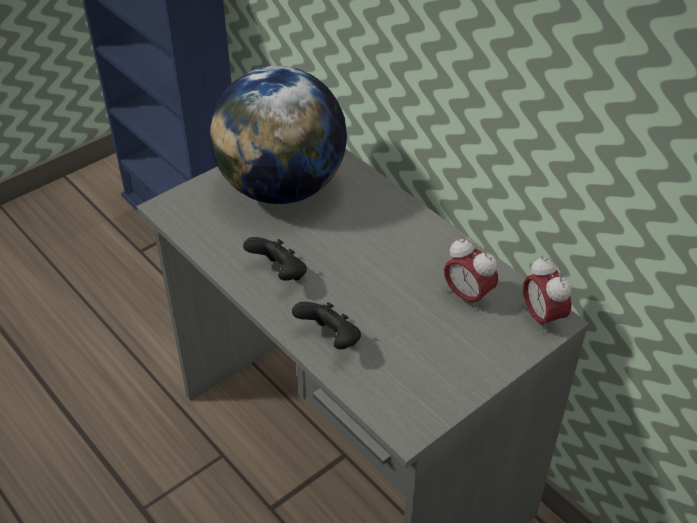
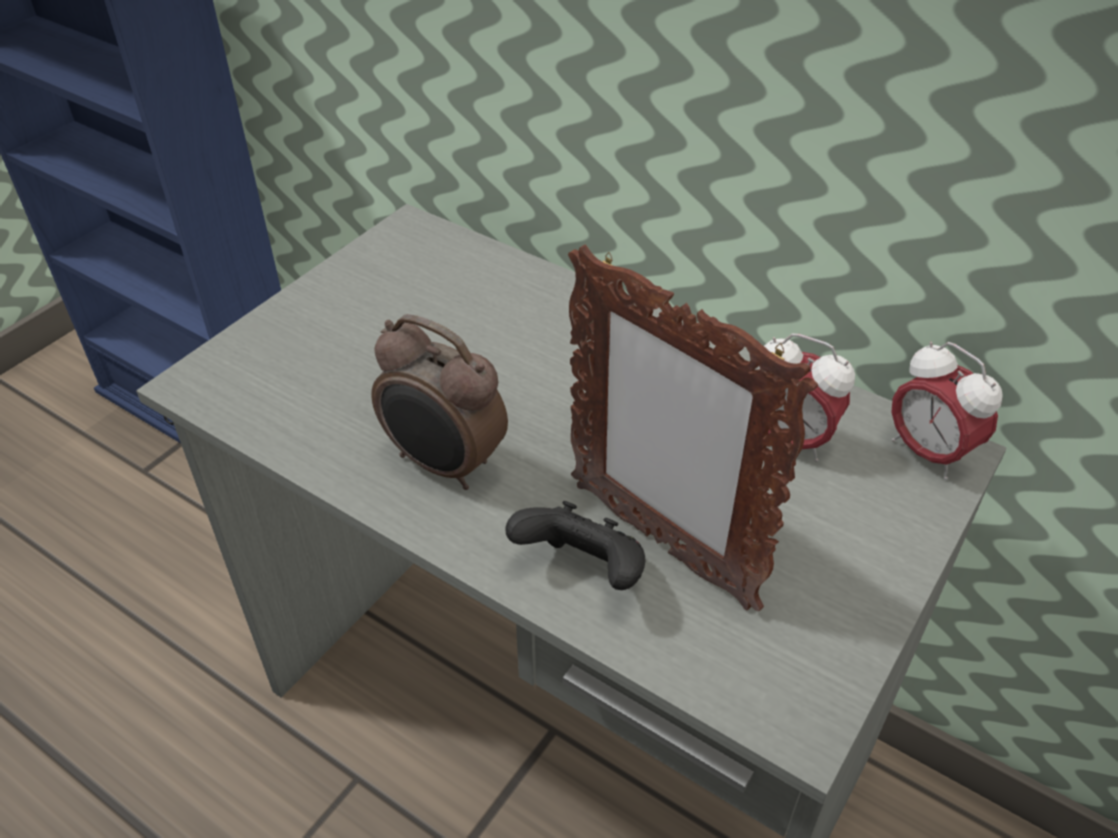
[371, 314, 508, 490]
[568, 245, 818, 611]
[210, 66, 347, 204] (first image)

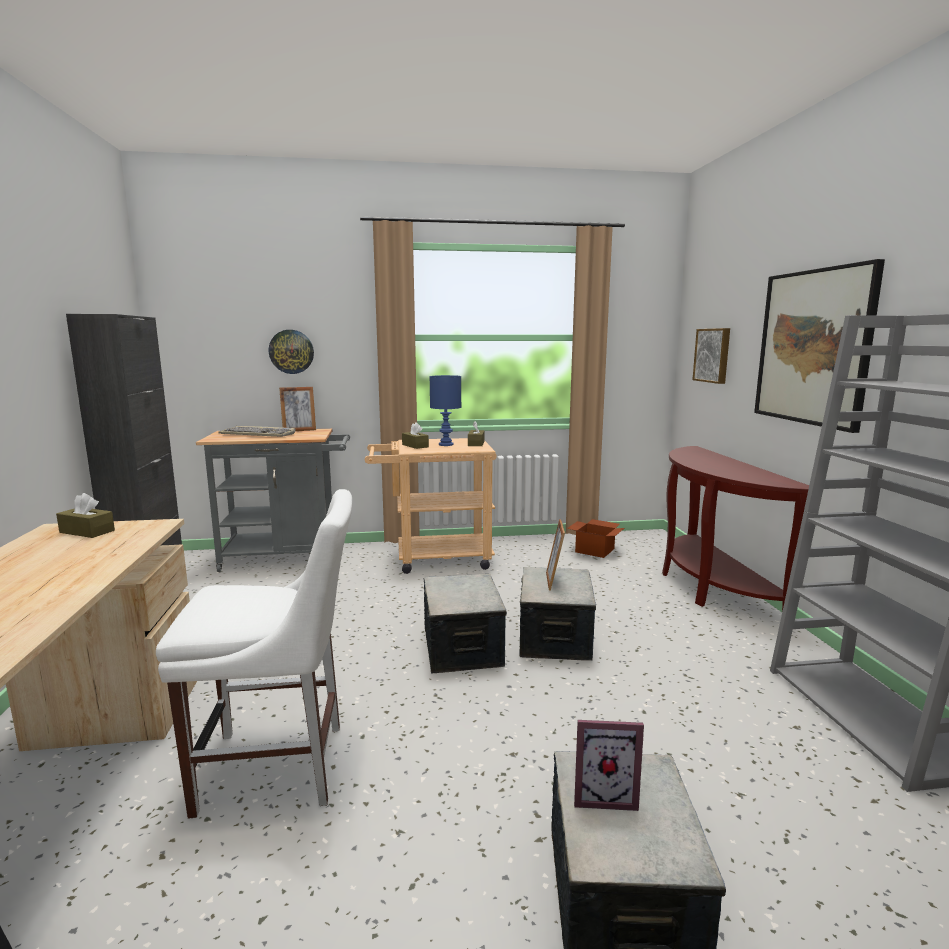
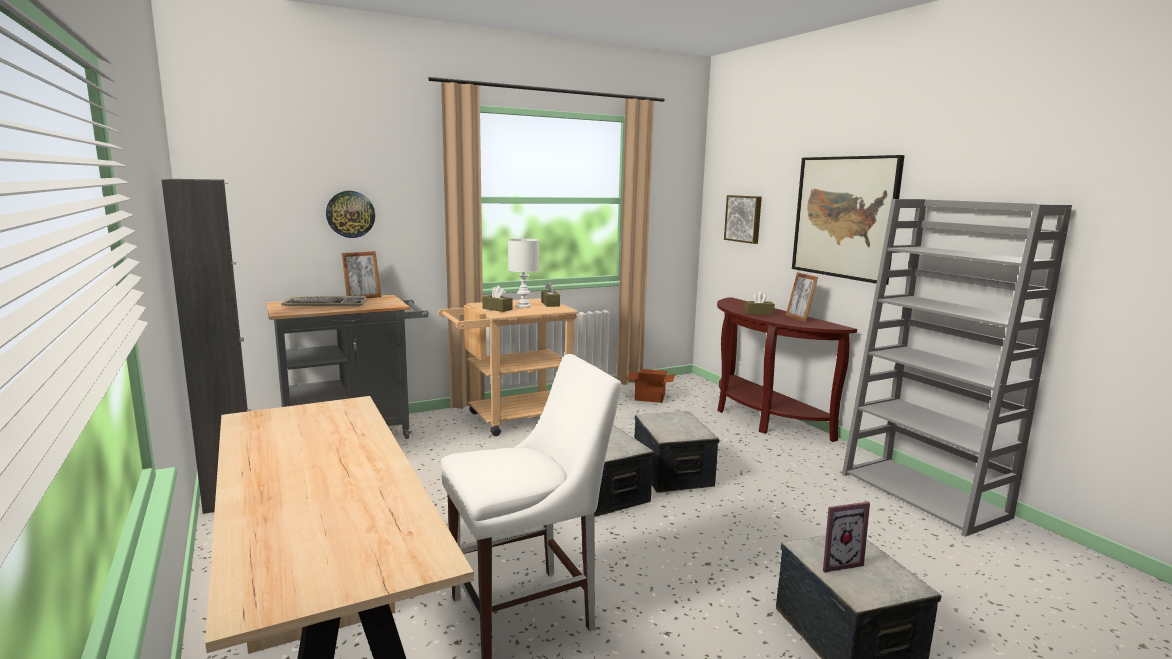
[508, 238, 539, 308]
[744, 291, 775, 315]
[786, 272, 818, 322]

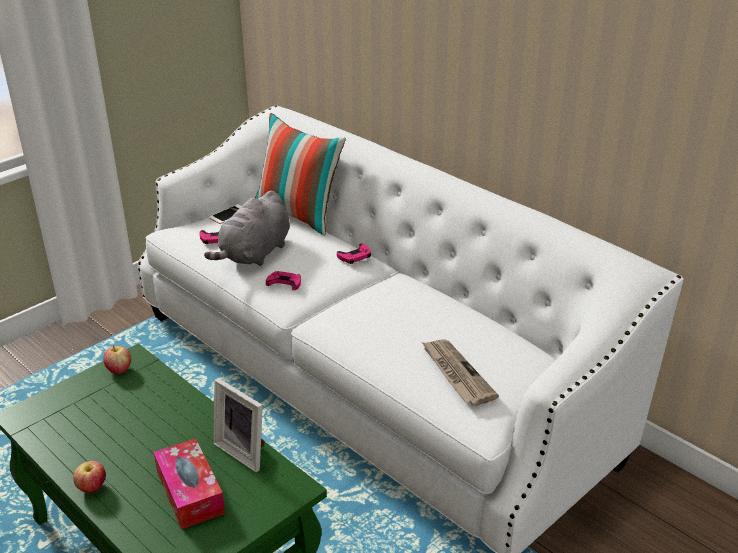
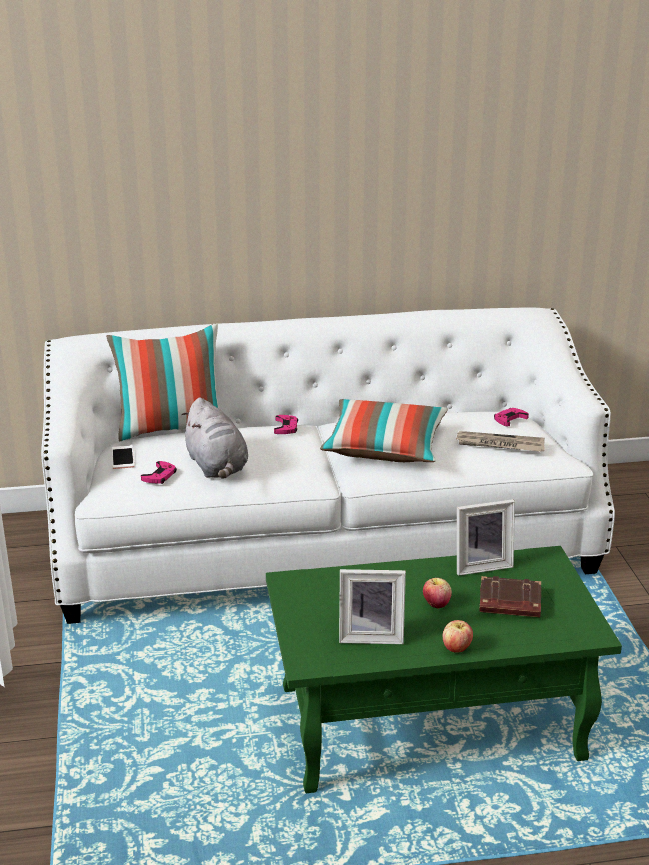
[320, 399, 448, 462]
[339, 569, 406, 644]
[423, 578, 452, 609]
[479, 576, 541, 617]
[494, 408, 529, 426]

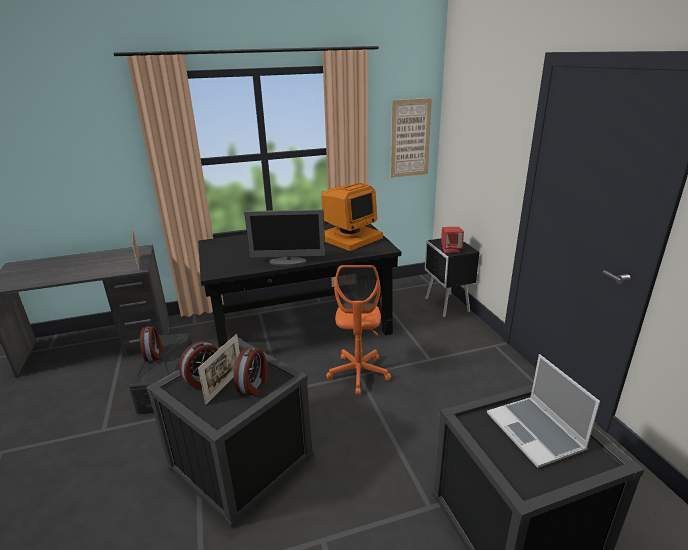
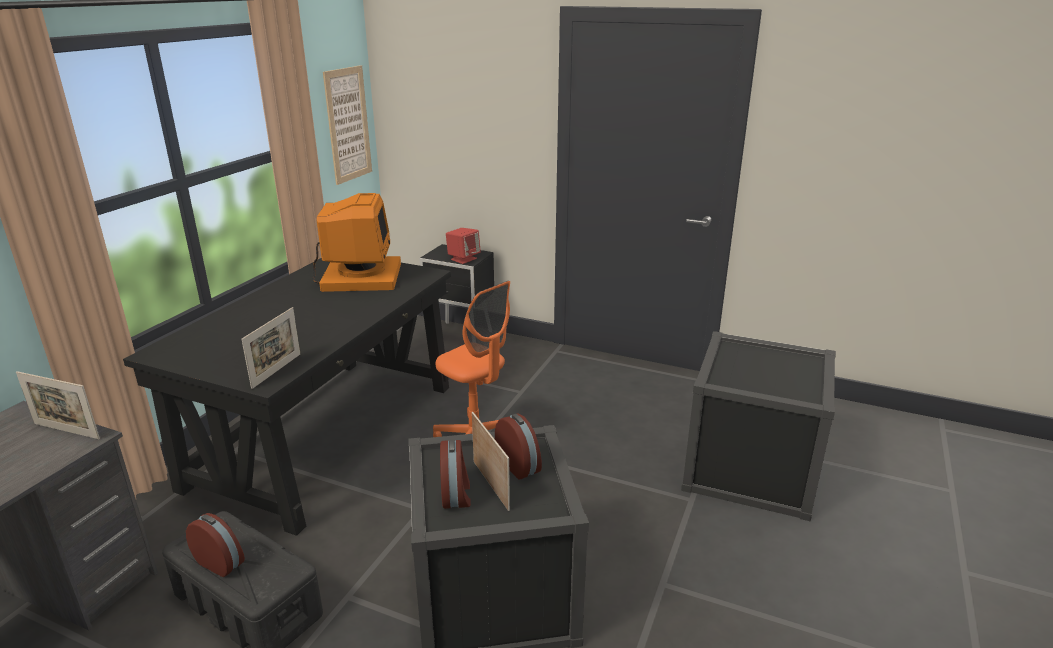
[242, 307, 300, 389]
[244, 209, 325, 266] (first image)
[487, 354, 600, 468] (first image)

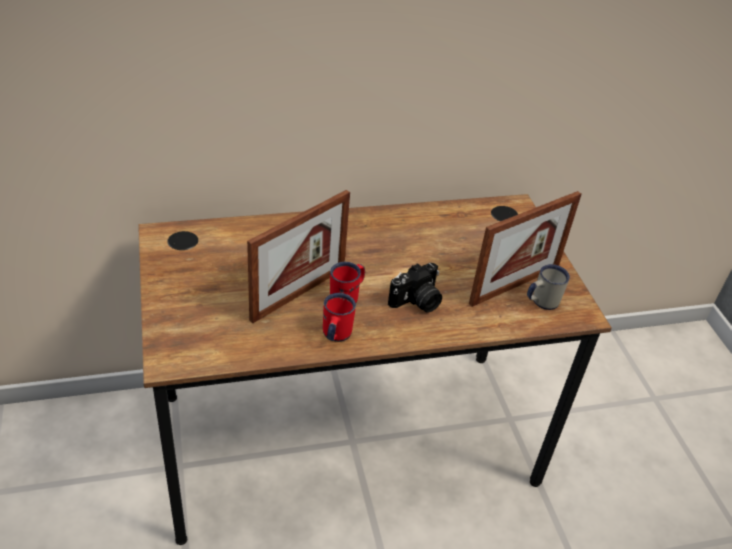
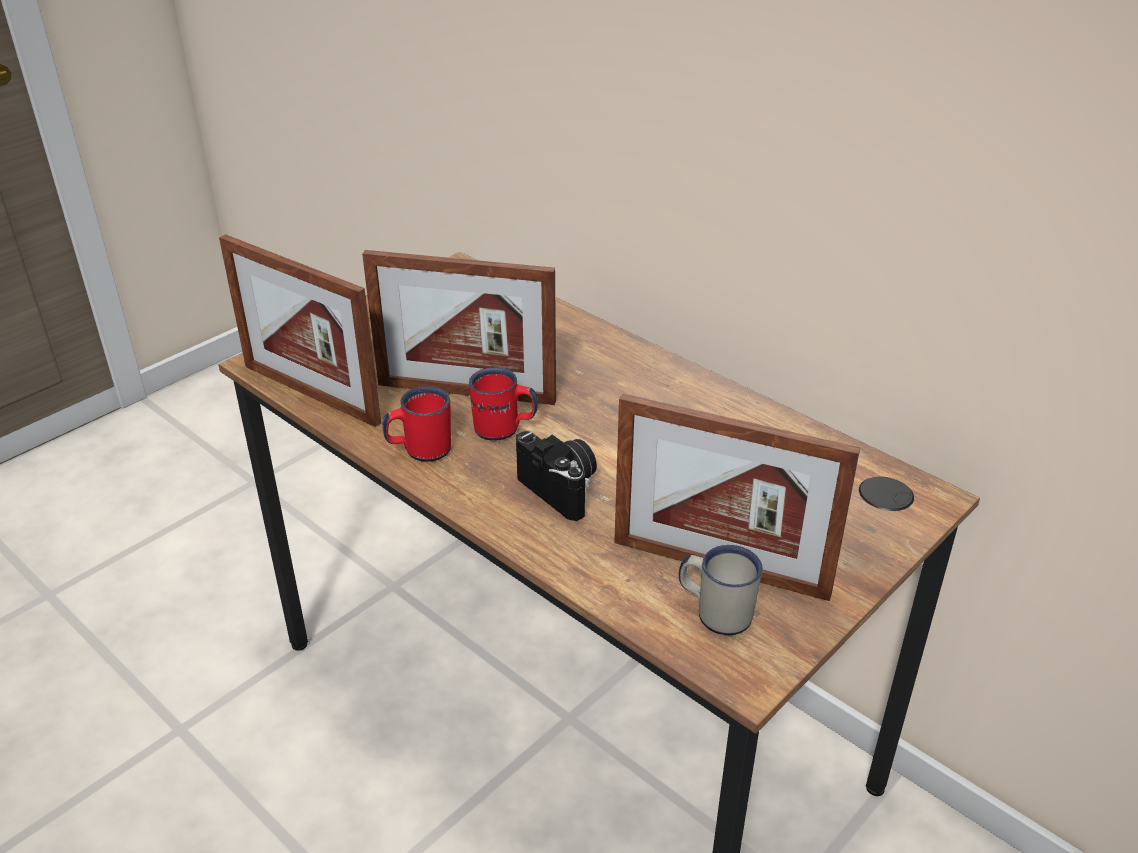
[219, 234, 381, 427]
[516, 431, 597, 521]

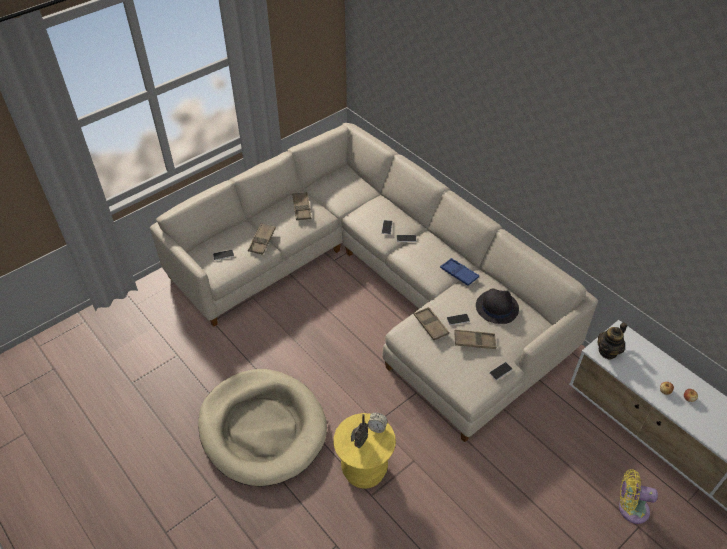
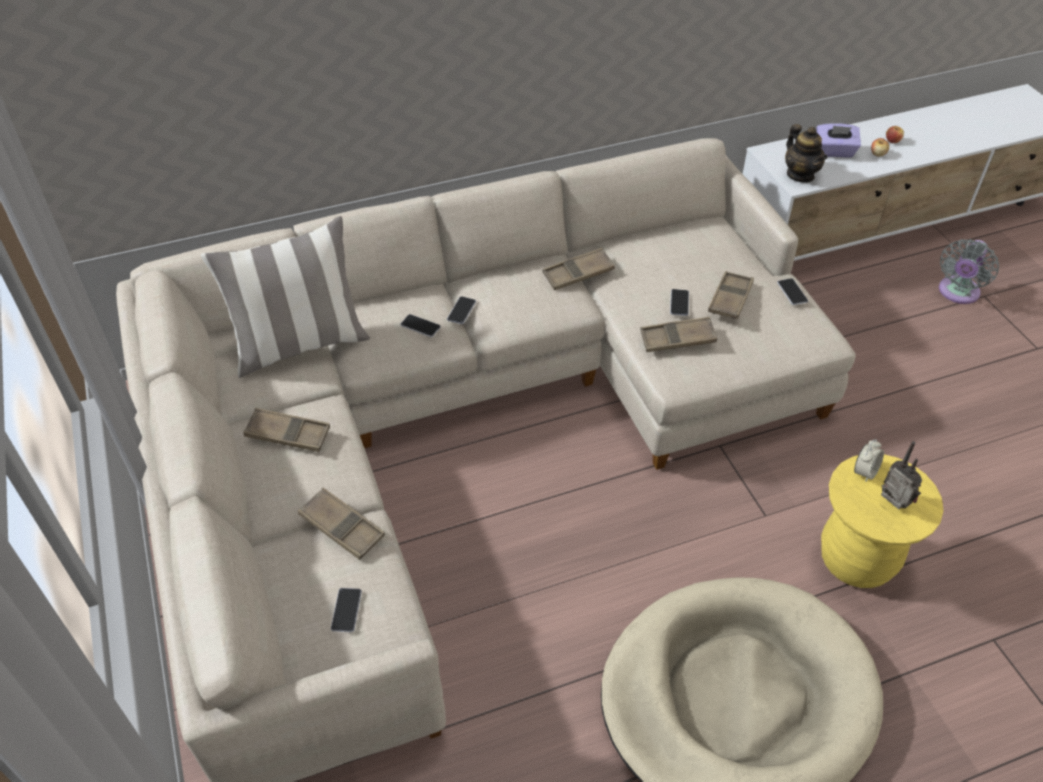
[201, 216, 370, 378]
[543, 248, 615, 290]
[816, 123, 861, 158]
[939, 239, 999, 304]
[476, 288, 519, 324] (first image)

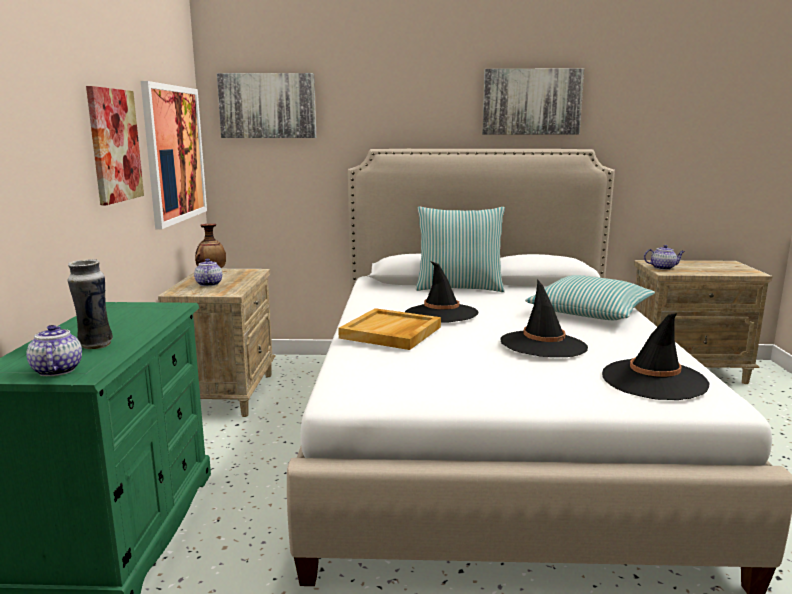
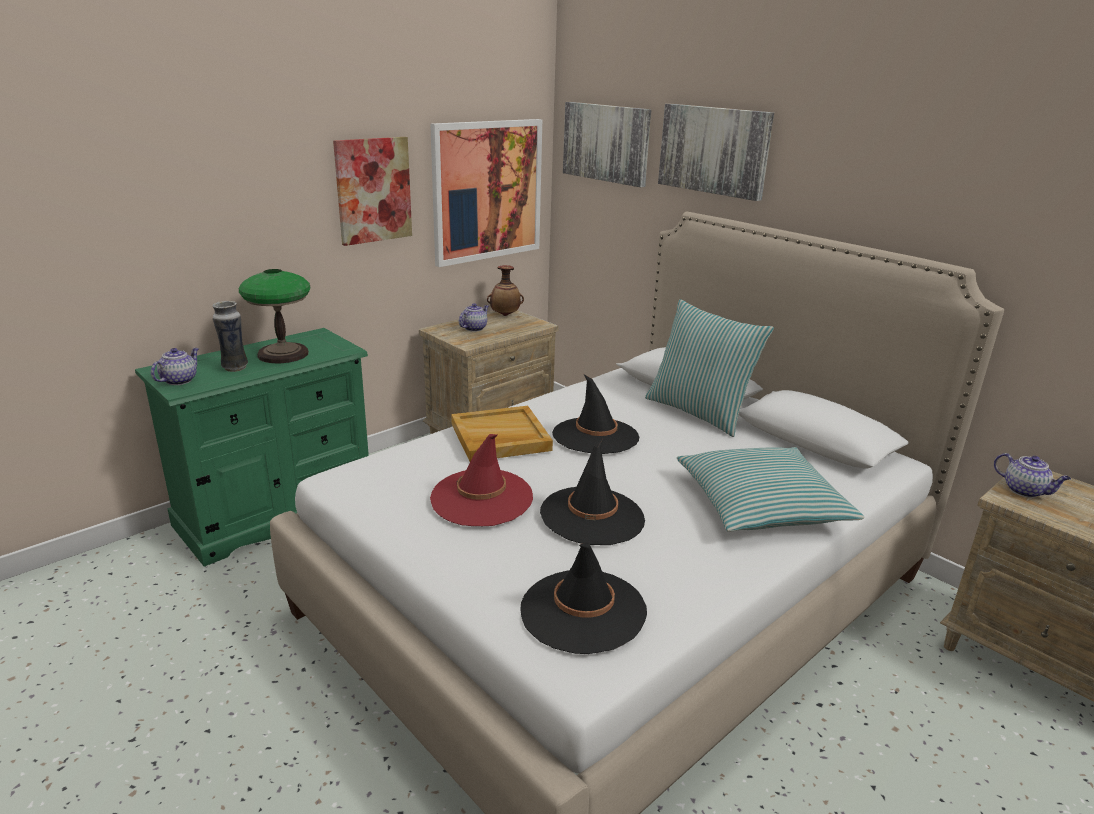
[239, 269, 310, 363]
[430, 434, 533, 526]
[658, 104, 774, 201]

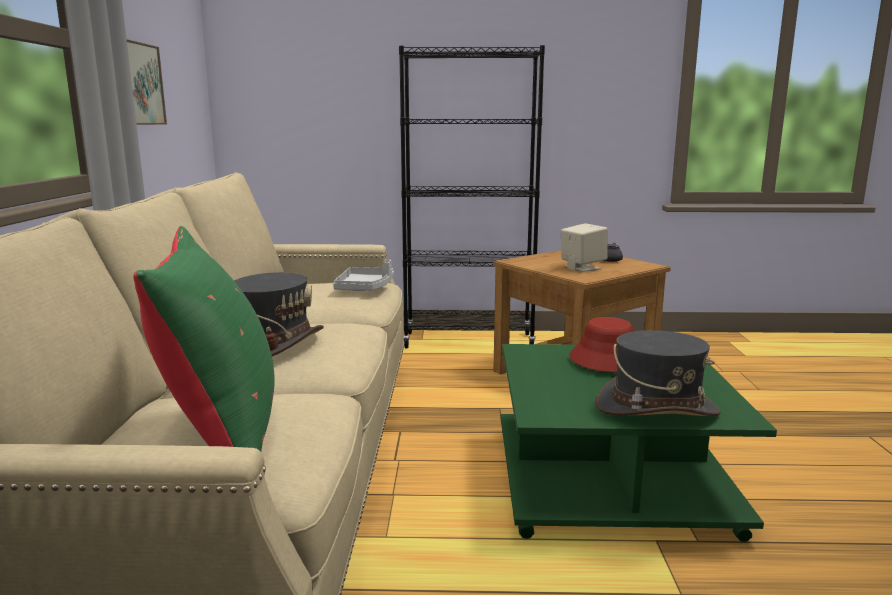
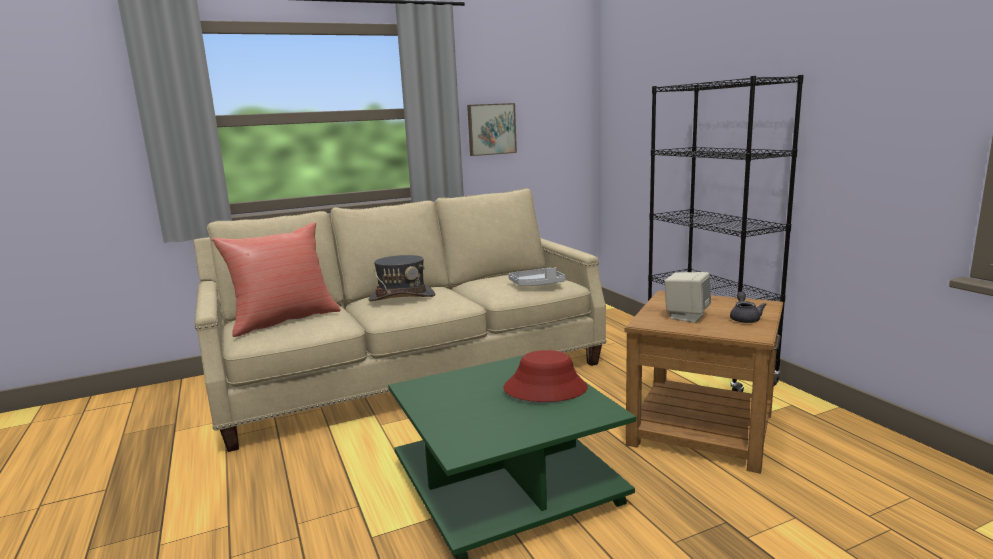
[212, 222, 341, 337]
[595, 330, 721, 416] (first image)

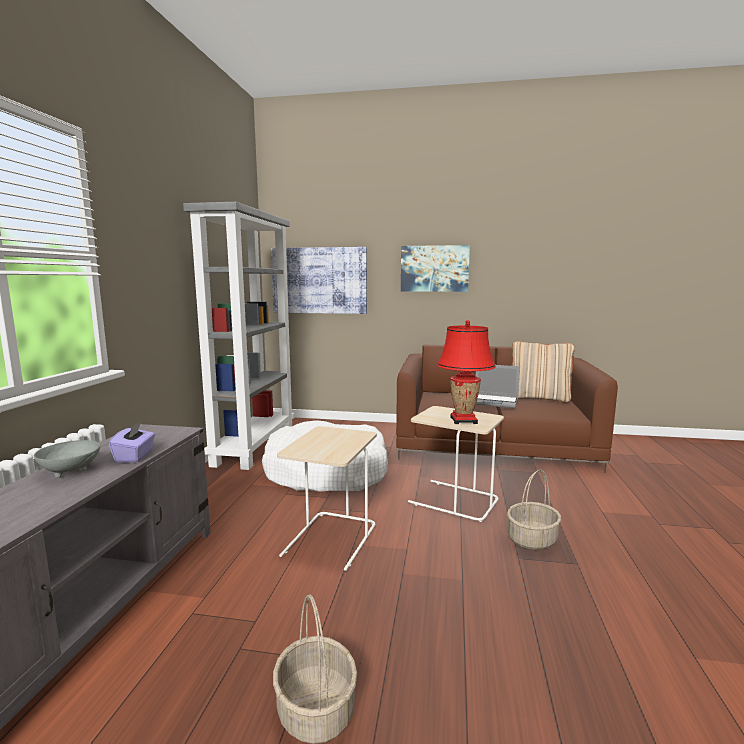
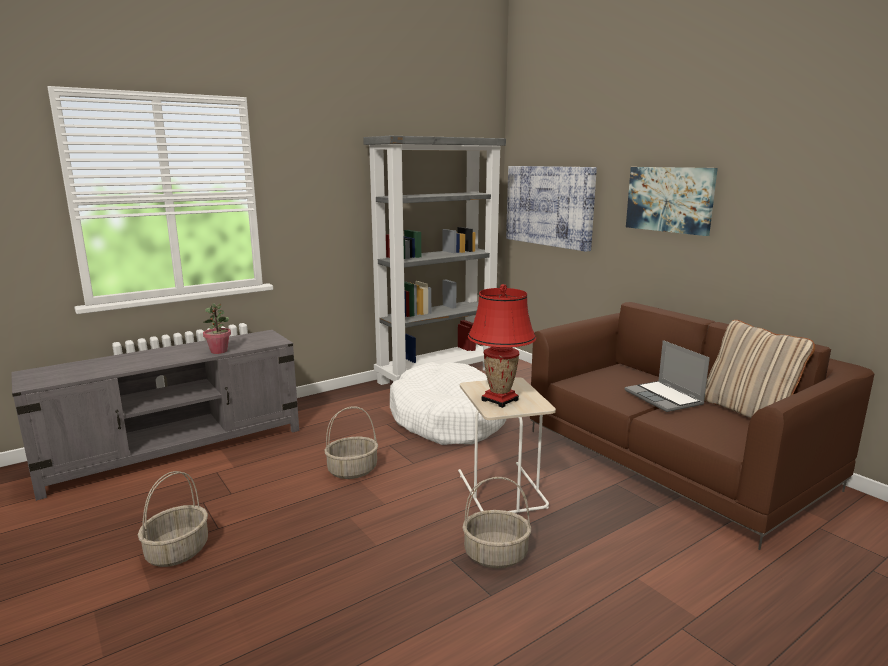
[203, 303, 231, 354]
[324, 406, 378, 479]
[34, 440, 100, 478] (first image)

